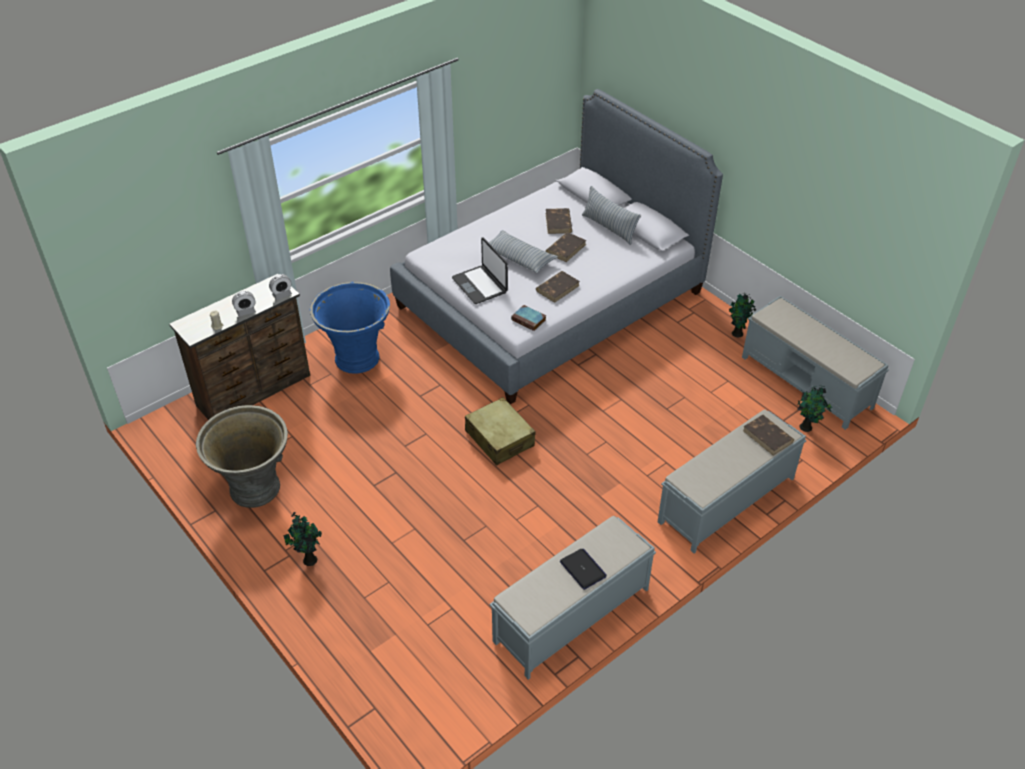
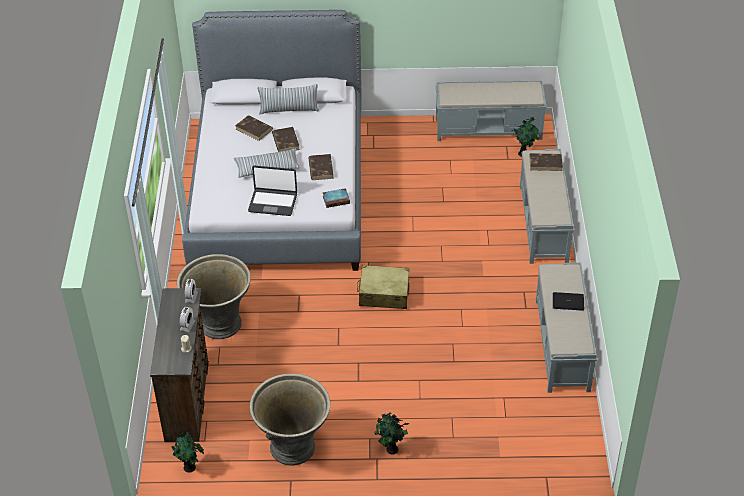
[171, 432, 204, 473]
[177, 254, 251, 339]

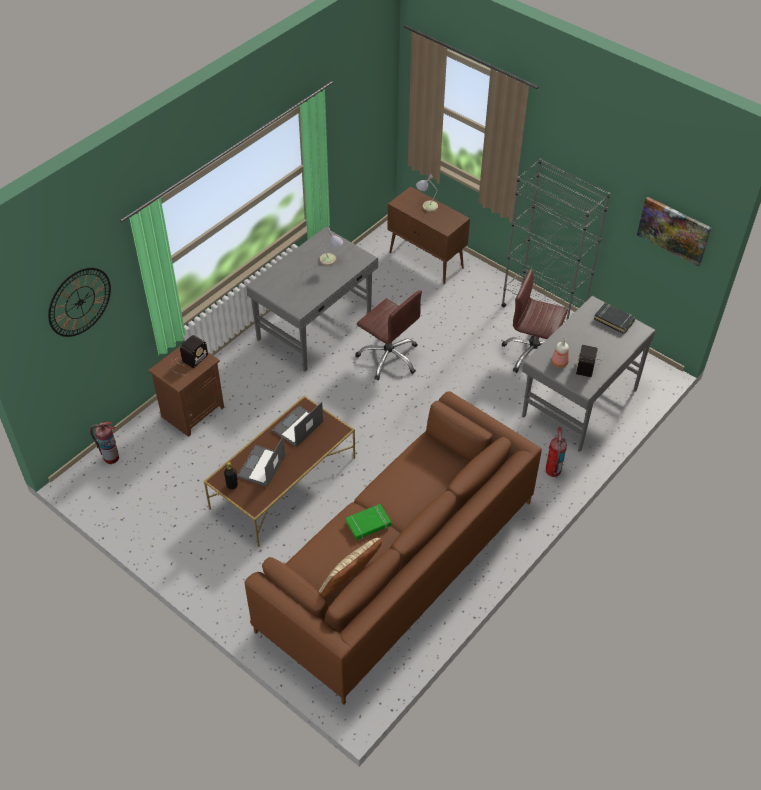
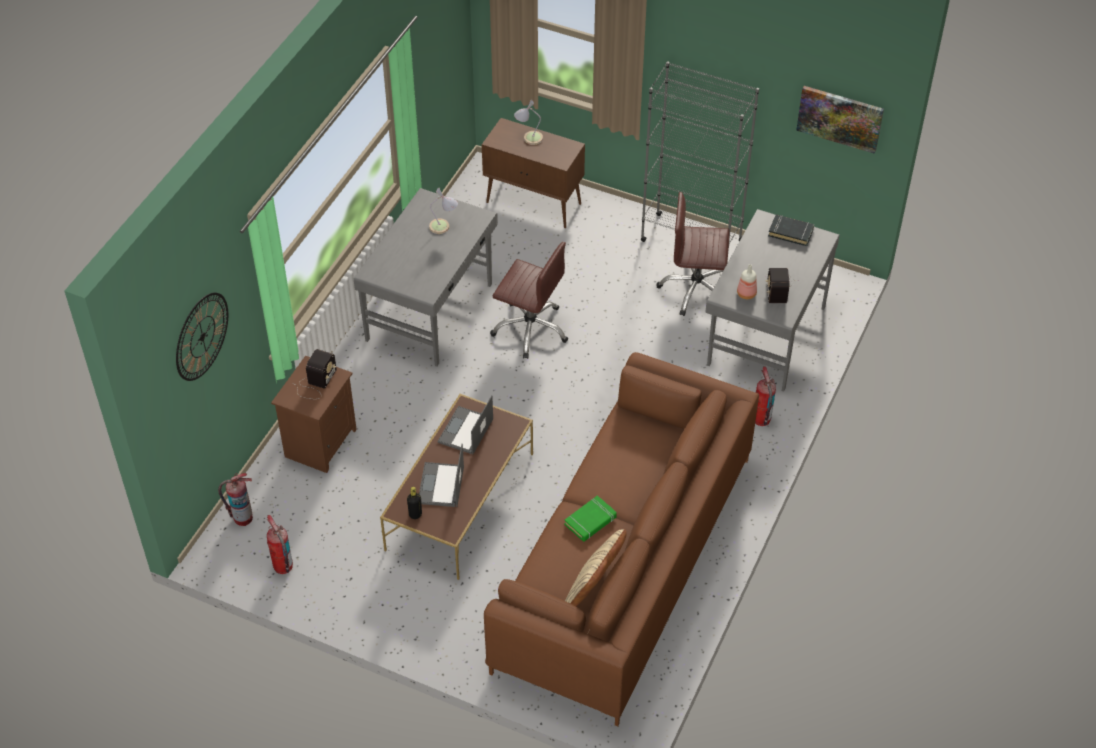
[267, 515, 293, 574]

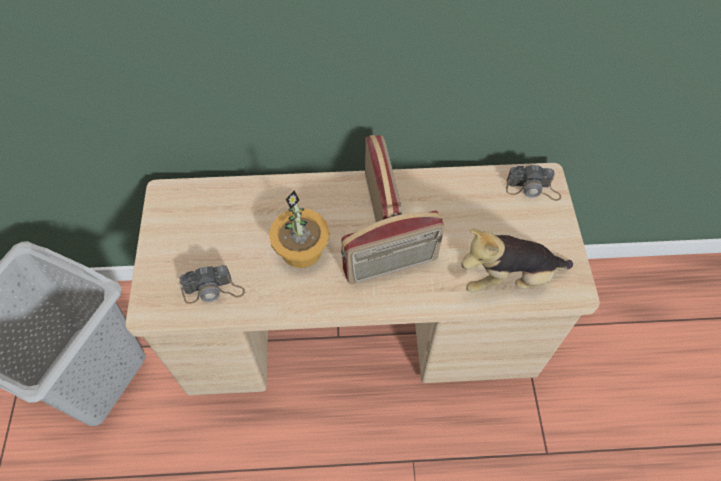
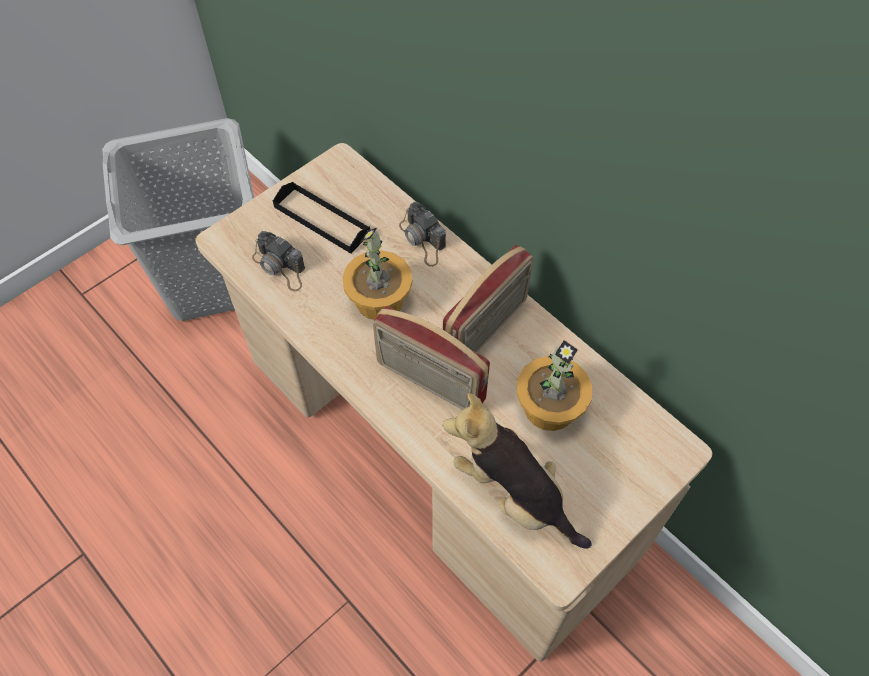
[273, 182, 370, 254]
[399, 202, 446, 267]
[516, 340, 592, 431]

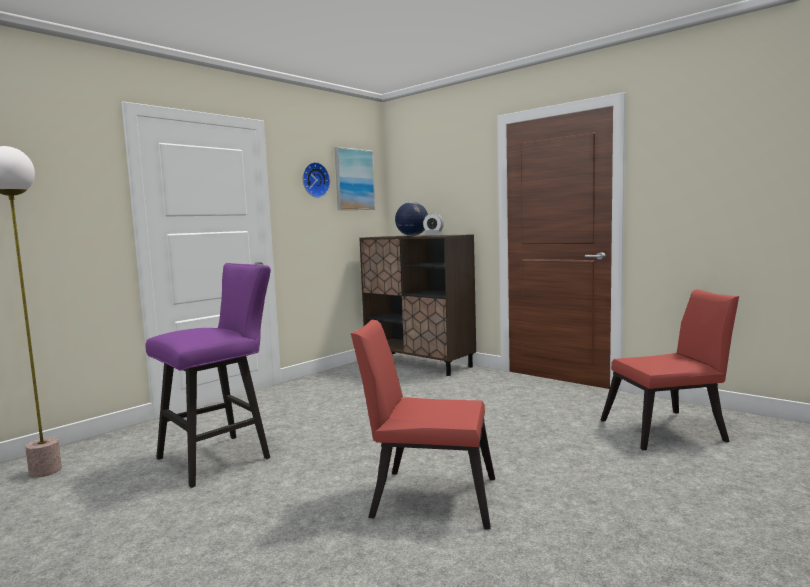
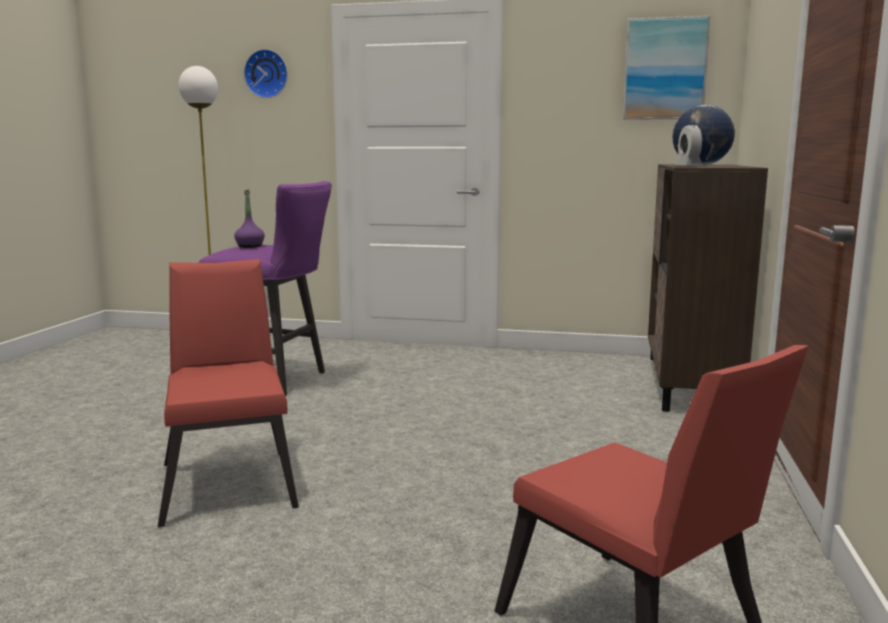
[234, 189, 265, 248]
[244, 49, 288, 98]

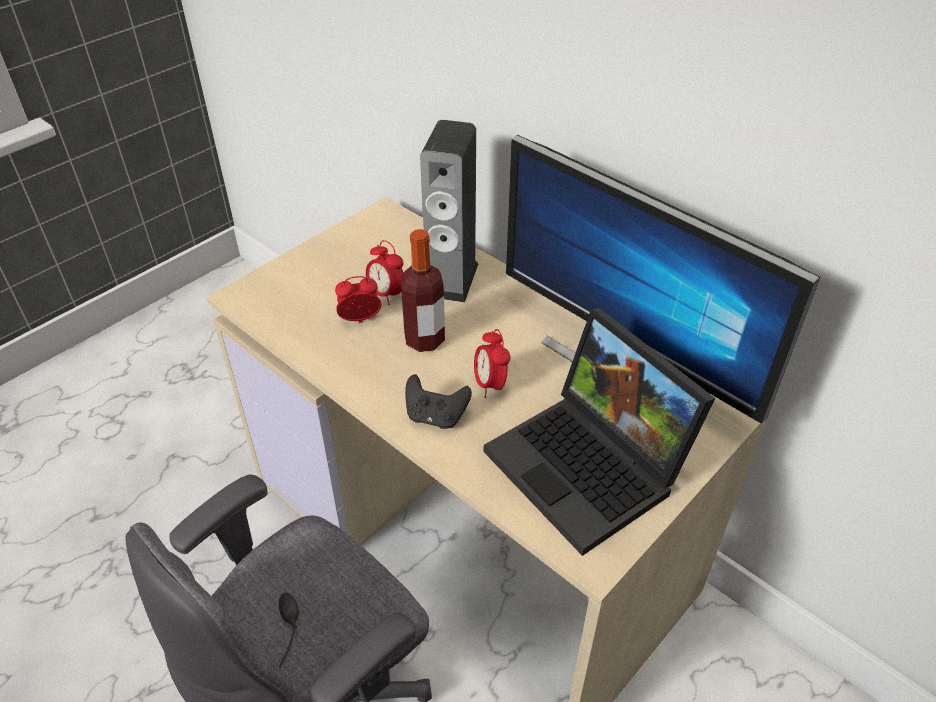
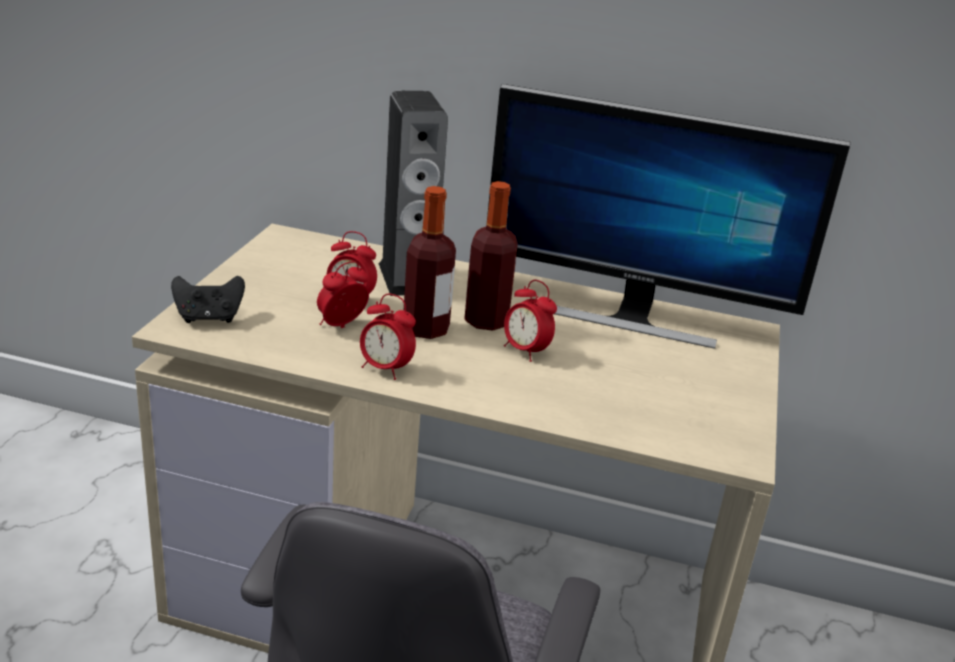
[171, 276, 245, 323]
[360, 294, 416, 380]
[464, 181, 518, 331]
[484, 308, 716, 556] (first image)

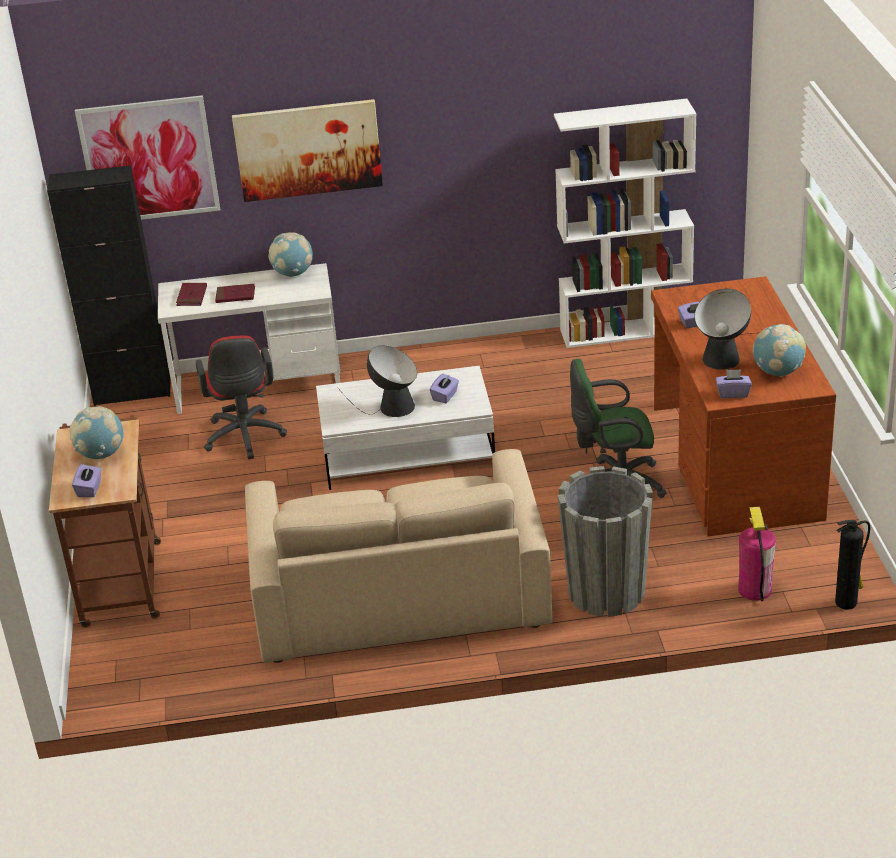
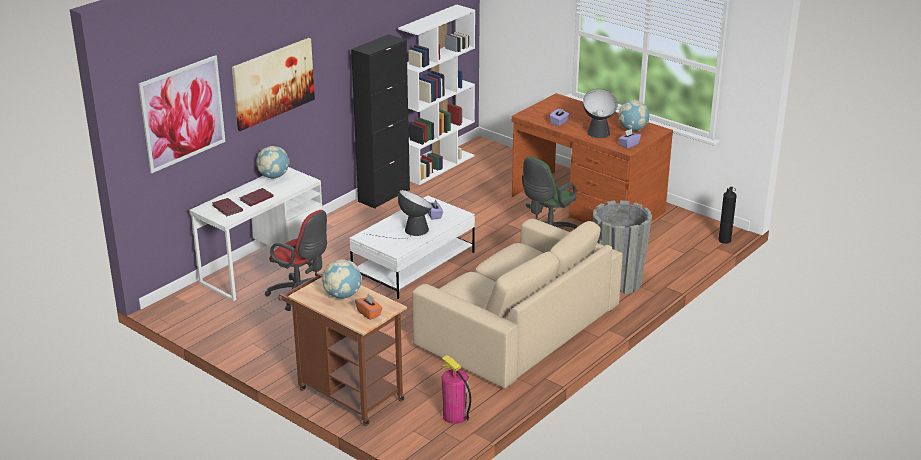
[351, 34, 410, 209]
[355, 294, 382, 320]
[441, 355, 471, 424]

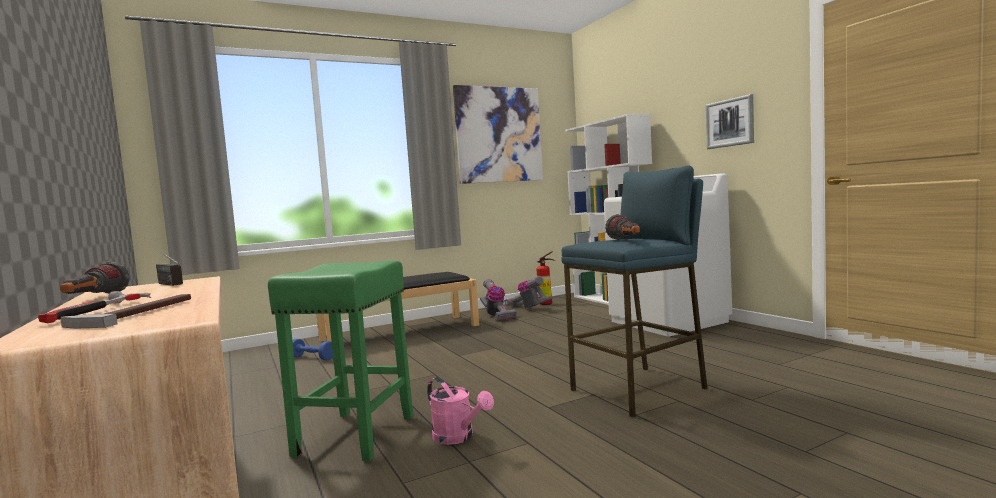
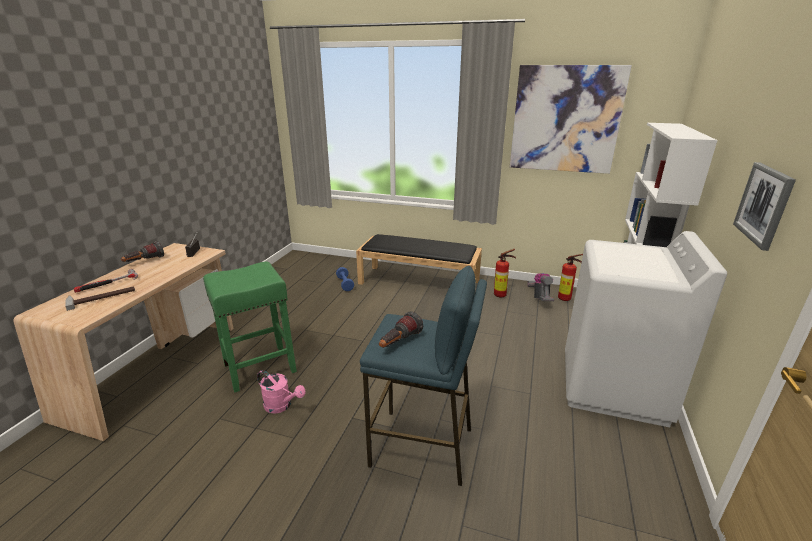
[257, 370, 306, 414]
[494, 249, 516, 297]

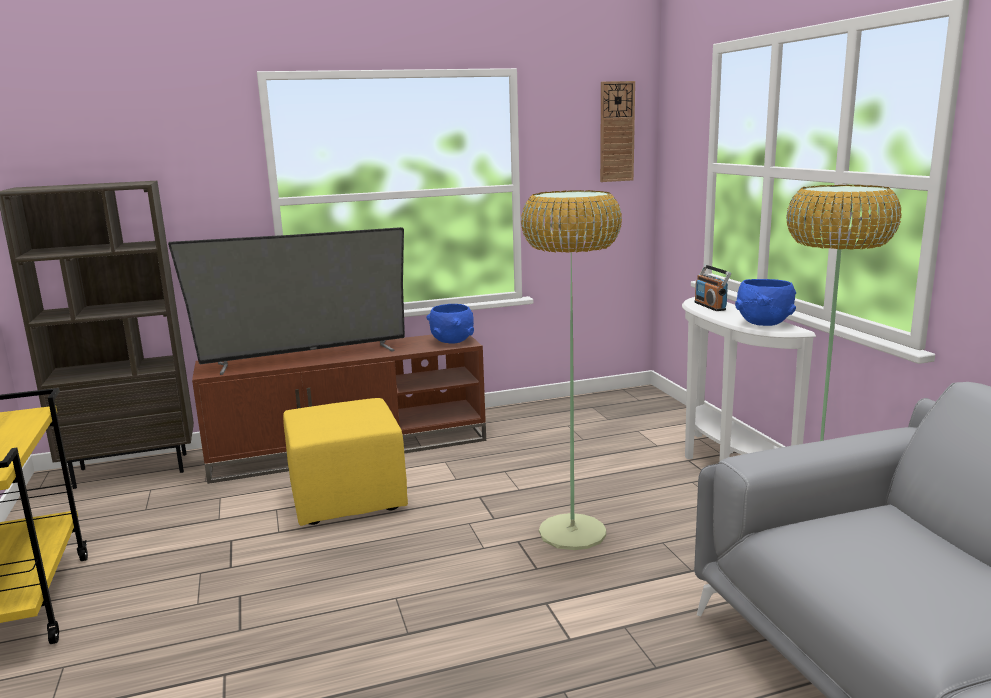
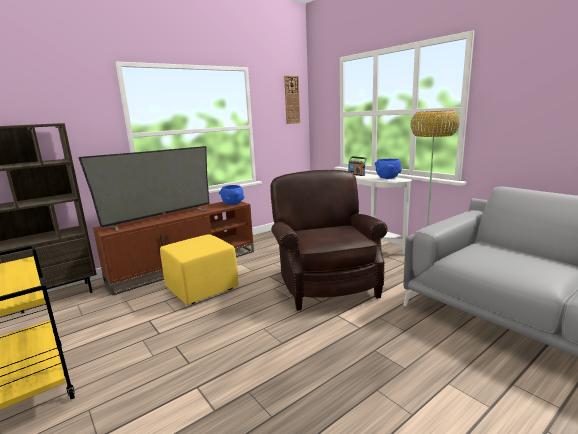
[270, 170, 388, 311]

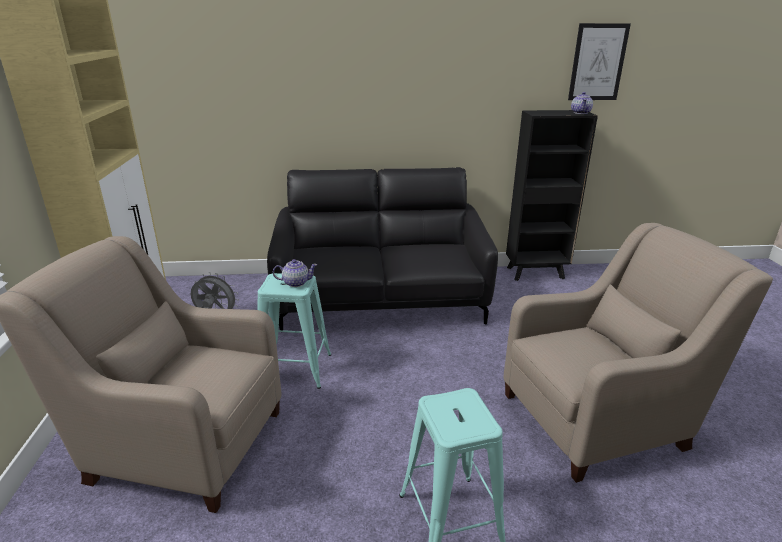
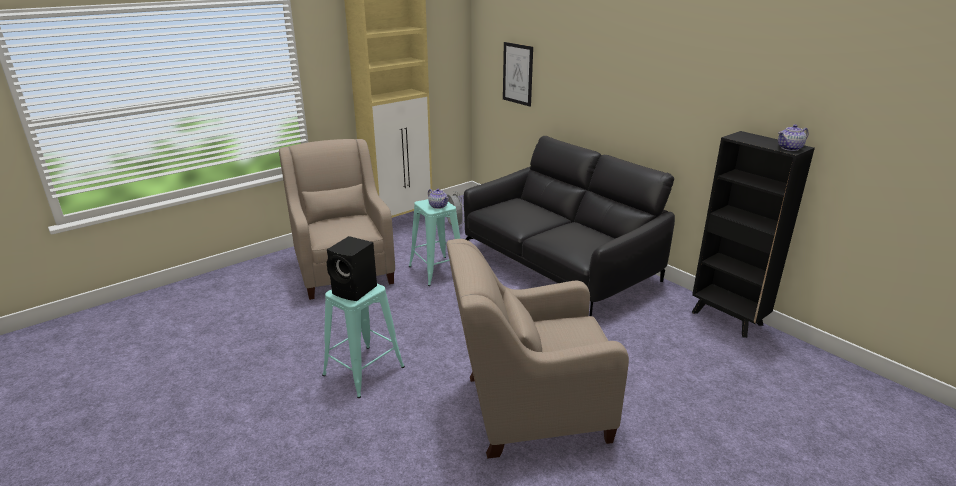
[327, 236, 377, 301]
[447, 239, 629, 458]
[503, 42, 533, 107]

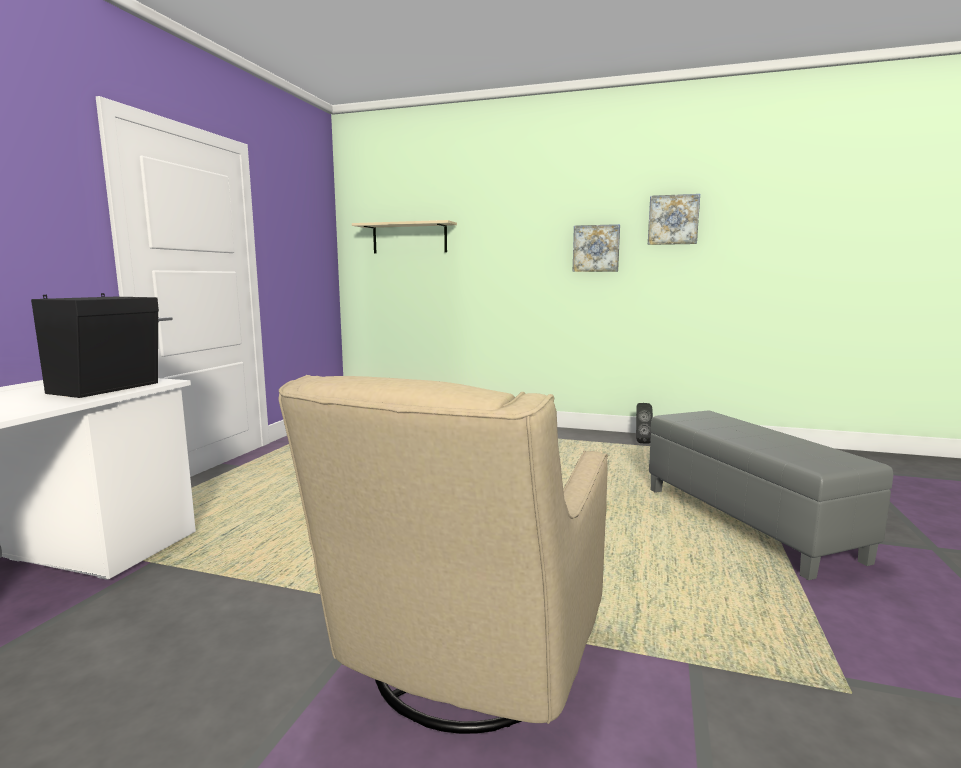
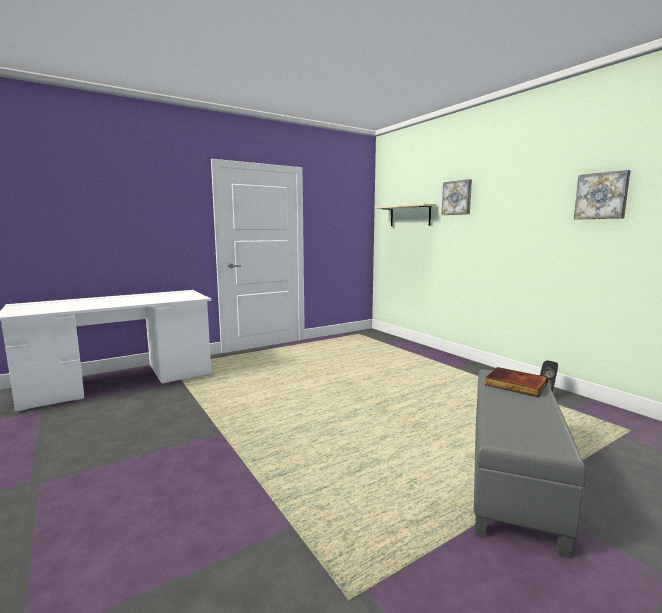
[442, 179, 472, 215]
[485, 367, 548, 397]
[31, 293, 159, 398] (first image)
[278, 375, 608, 734] (first image)

